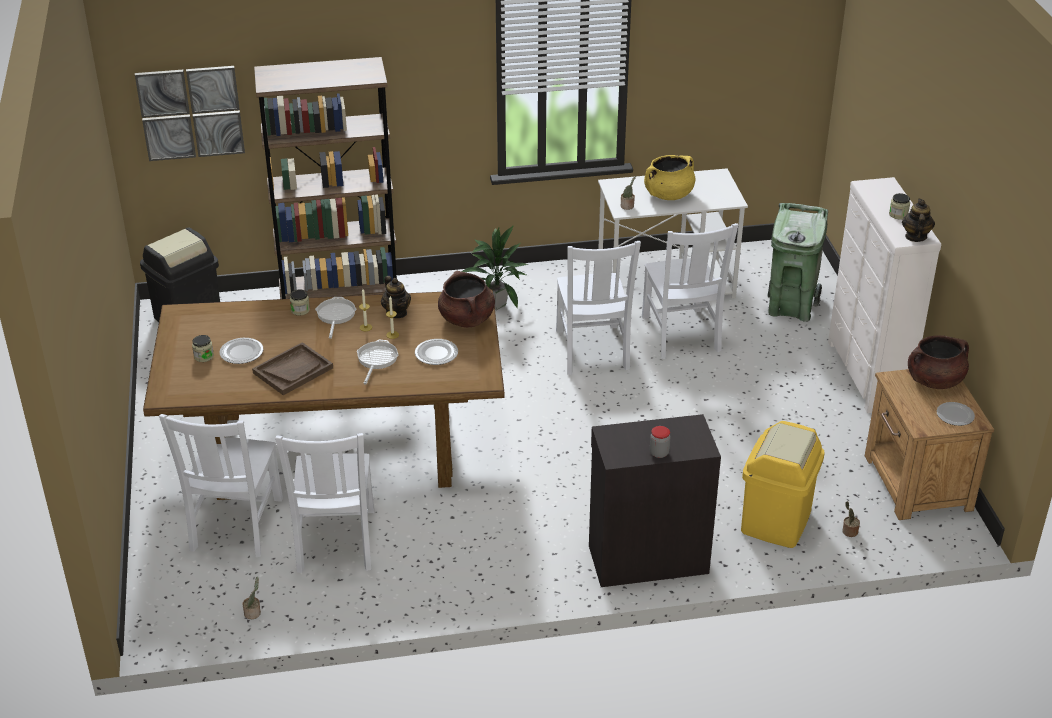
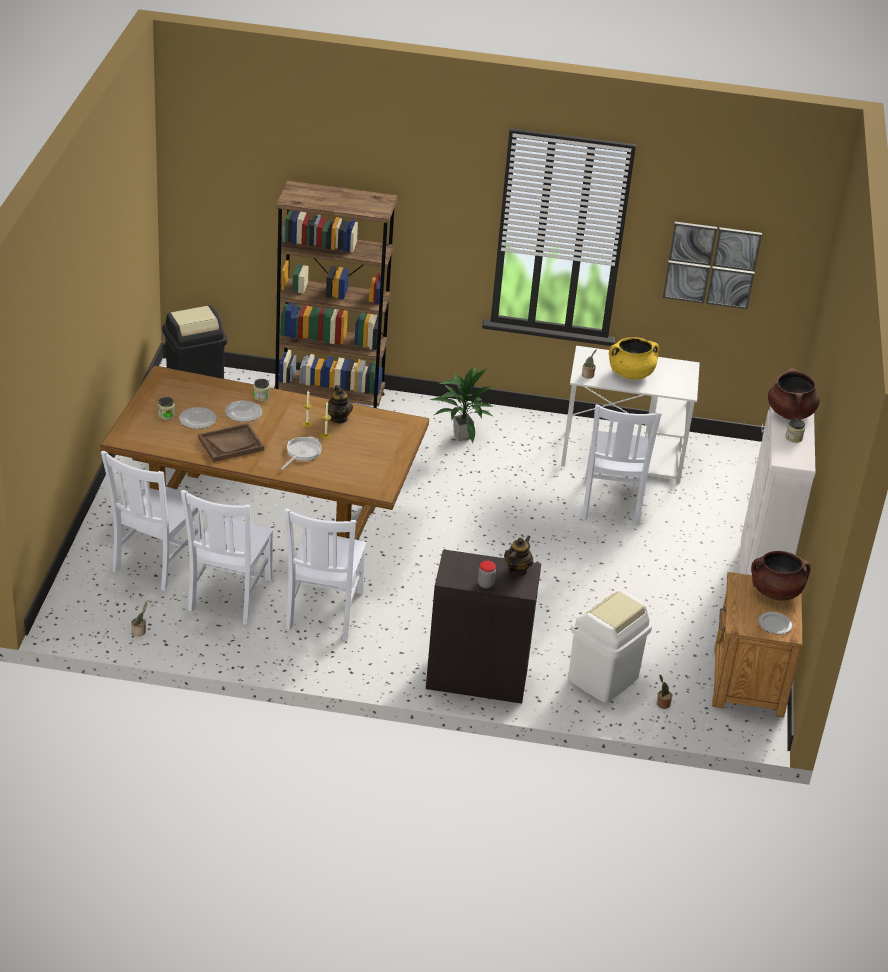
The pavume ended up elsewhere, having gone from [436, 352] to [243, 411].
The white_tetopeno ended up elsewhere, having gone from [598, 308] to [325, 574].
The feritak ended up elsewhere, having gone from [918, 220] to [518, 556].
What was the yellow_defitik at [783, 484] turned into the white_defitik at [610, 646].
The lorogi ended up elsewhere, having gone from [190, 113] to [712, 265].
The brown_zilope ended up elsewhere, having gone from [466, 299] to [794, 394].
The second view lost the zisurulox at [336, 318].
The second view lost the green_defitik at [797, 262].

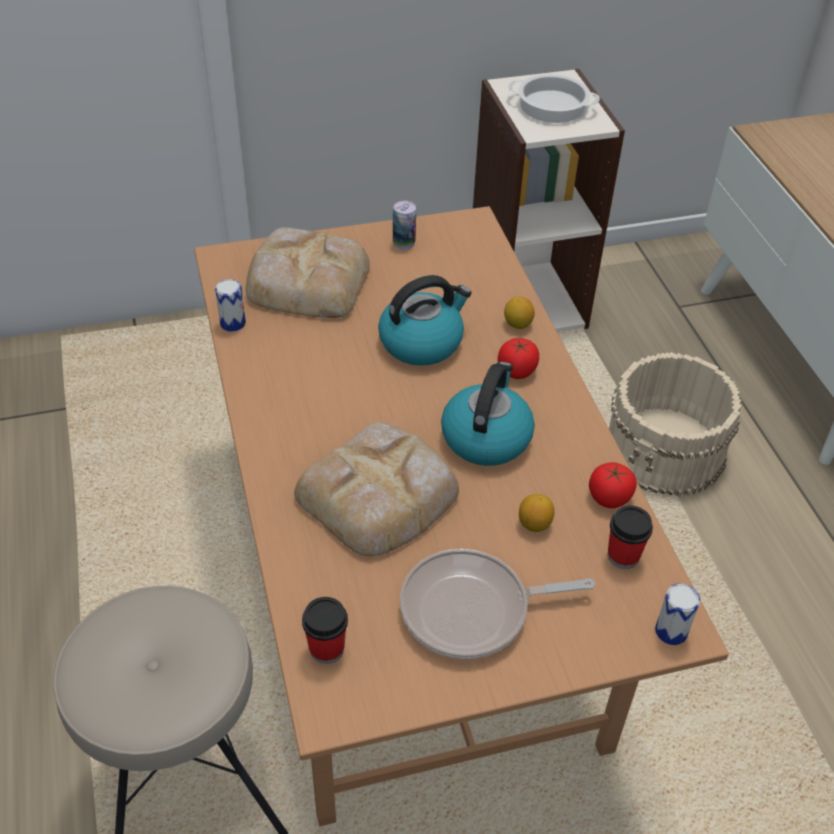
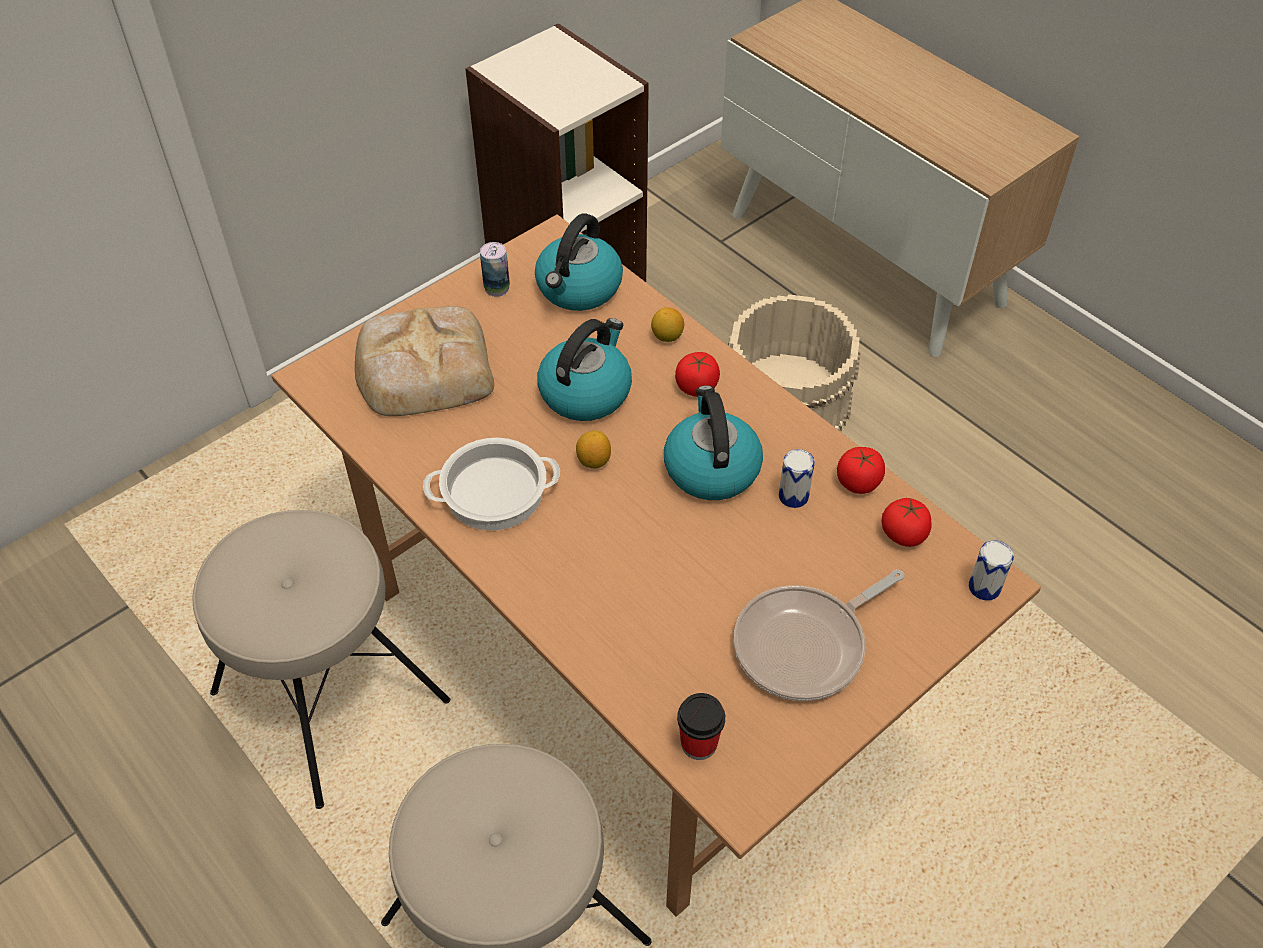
The second view gained the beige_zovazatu at [321, 659].
The zilope ended up elsewhere, having gone from [554, 98] to [491, 484].
The second view gained the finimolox at [579, 262].
The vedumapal ended up elsewhere, having gone from [537, 513] to [593, 450].
The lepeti ended up elsewhere, having gone from [230, 305] to [797, 478].
Where the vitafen stood at [630, 537], the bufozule came to stand at [906, 522].
The second view lost the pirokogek at [376, 489].

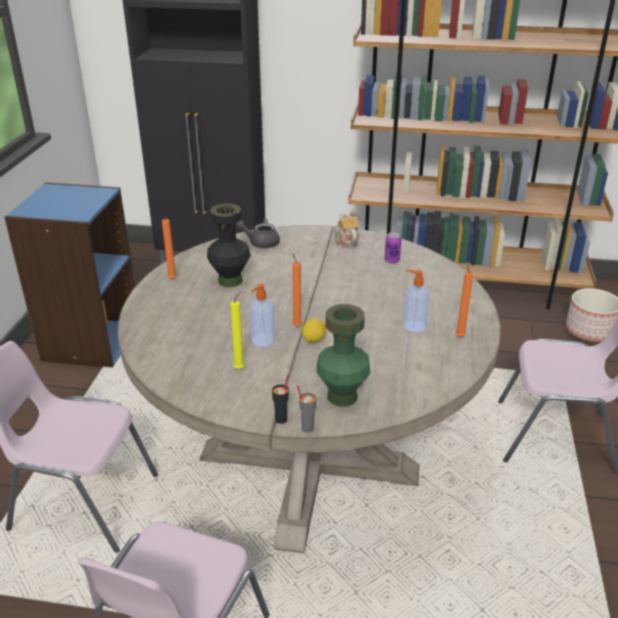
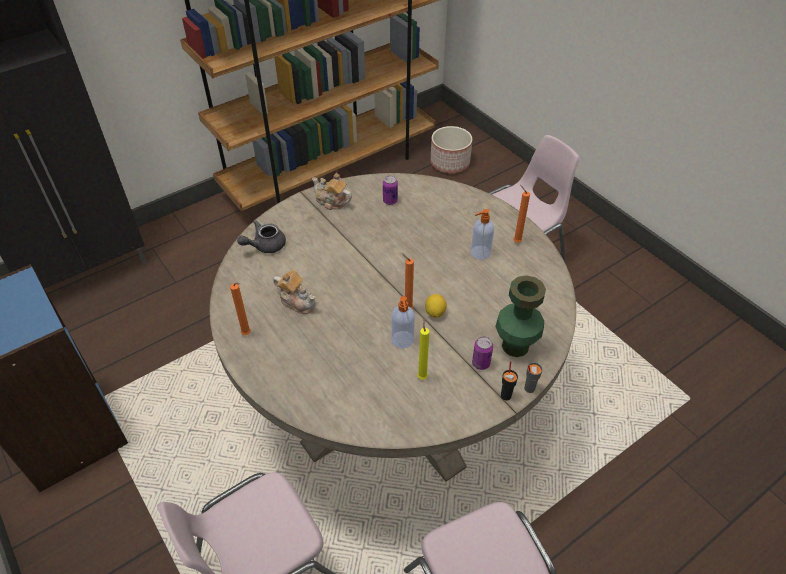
Where the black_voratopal stood at [229, 245], the feritak came to stand at [294, 292].
The second view gained the lepeti at [482, 353].

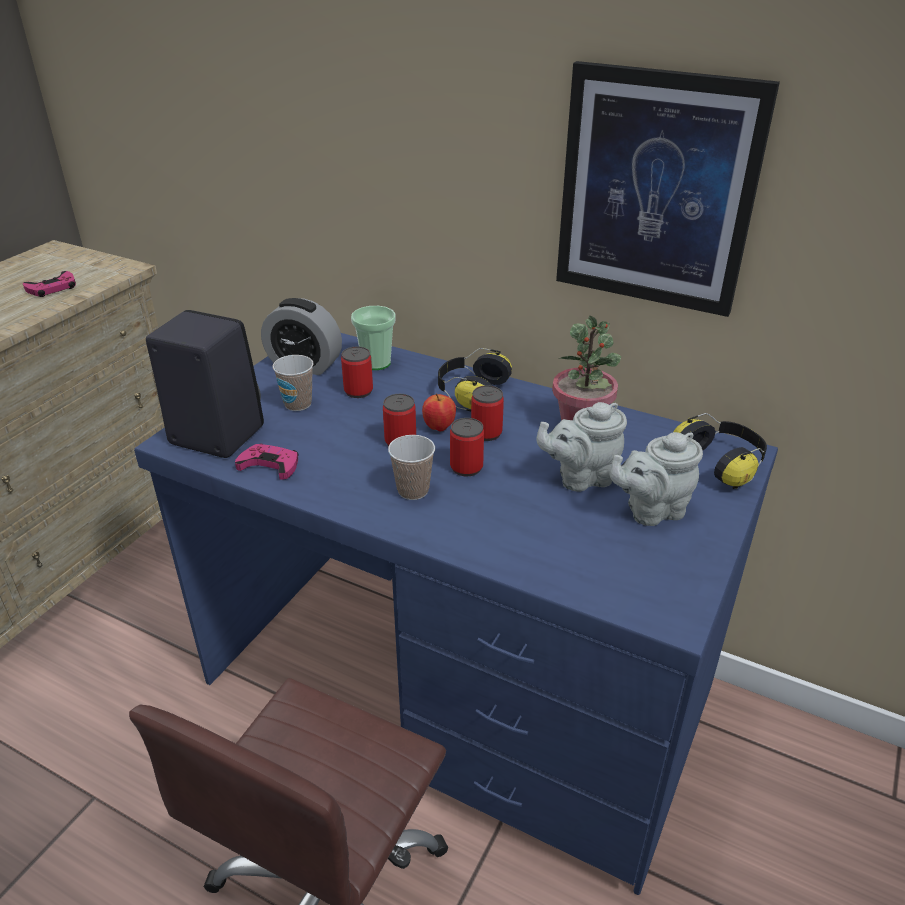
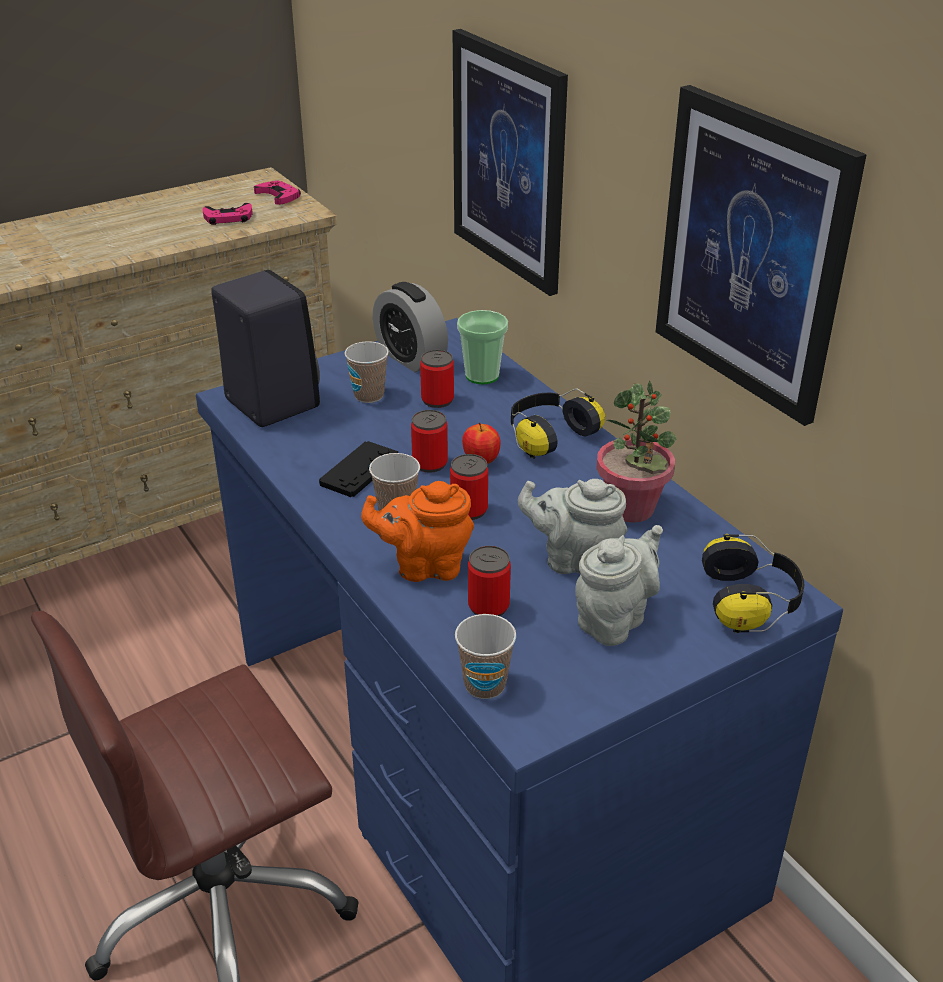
The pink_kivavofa ended up elsewhere, having gone from [267, 462] to [277, 193].
The second view gained the black_kivavofa at [358, 469].
The second view gained the orange_feritak at [417, 531].
The second view gained the lorogi at [510, 162].
The second view gained the vitafen at [485, 656].
The lepeti ended up elsewhere, having gone from [487, 413] to [489, 581].
The grey_feritak at [656, 479] ended up facing another way, 120 degrees clockwise from before.

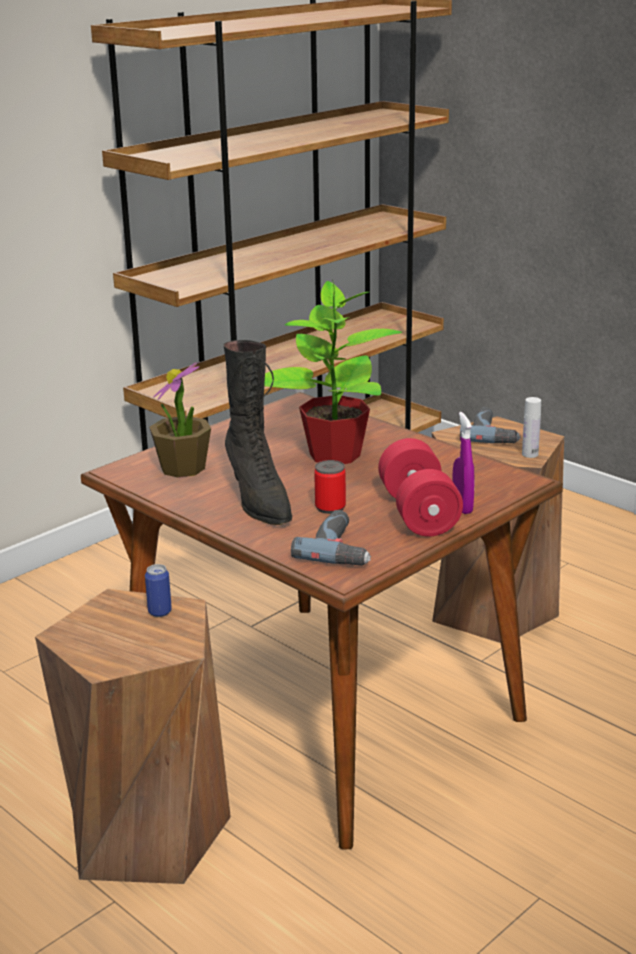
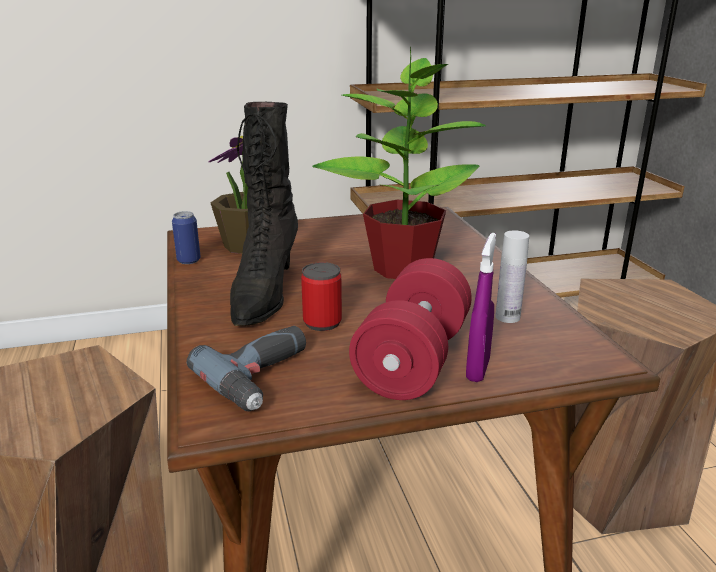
The lepeti ended up elsewhere, having gone from [158, 590] to [186, 237].
The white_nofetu ended up elsewhere, having gone from [531, 427] to [512, 276].
The second view lost the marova at [490, 425].

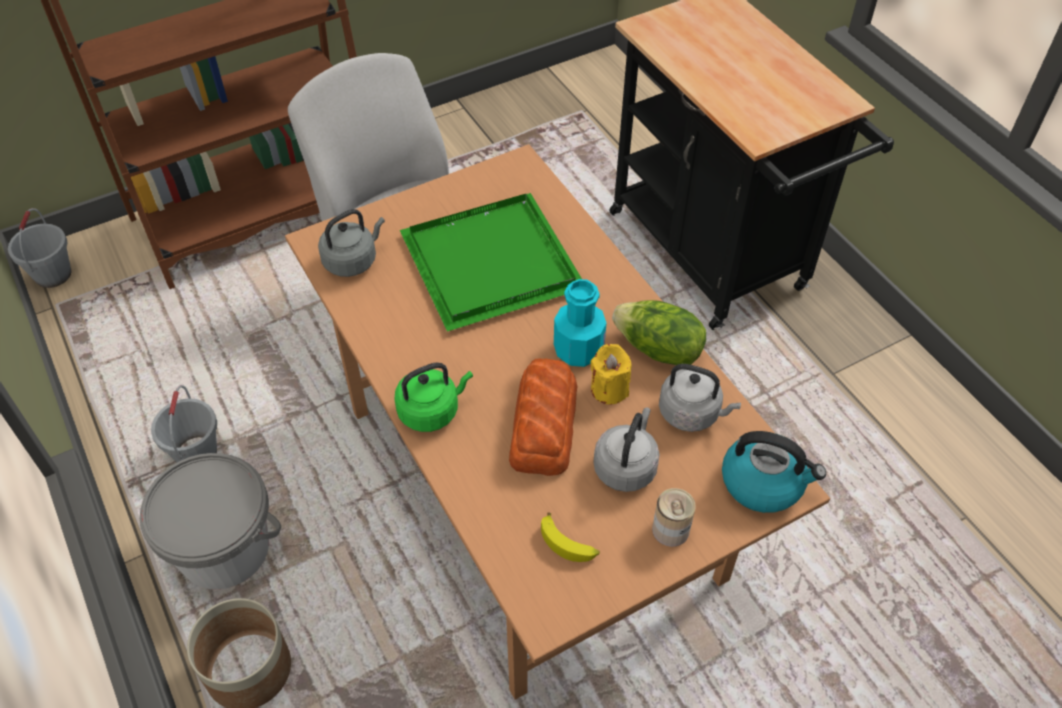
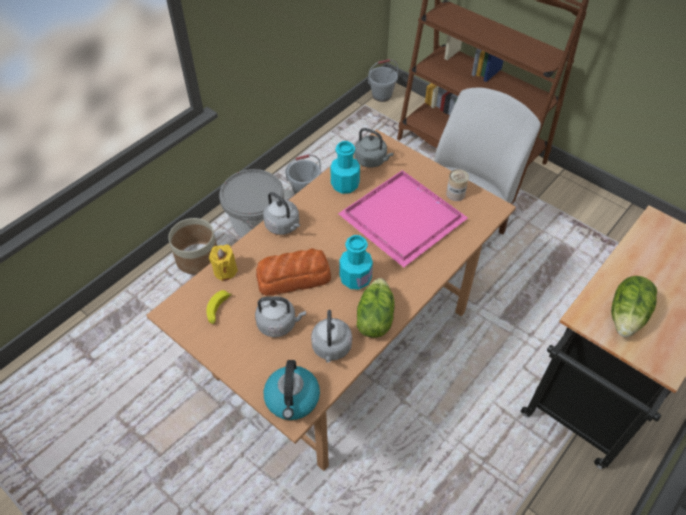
The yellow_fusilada ended up elsewhere, having gone from [611, 374] to [223, 262].
What was the green_finimolox at [434, 397] turned into the grey_finimolox at [281, 213].
The second view gained the turquoise_nofetu at [345, 167].
What was the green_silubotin at [491, 262] turned into the pink_silubotin at [403, 218].
The lepeti ended up elsewhere, having gone from [674, 517] to [457, 185].
The second view gained the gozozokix at [634, 306].

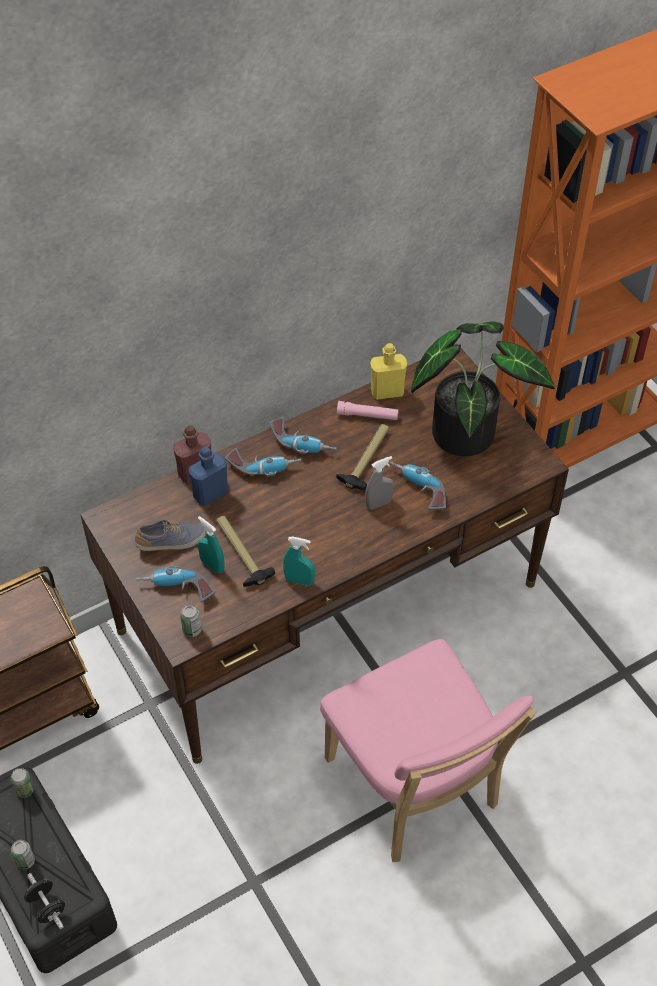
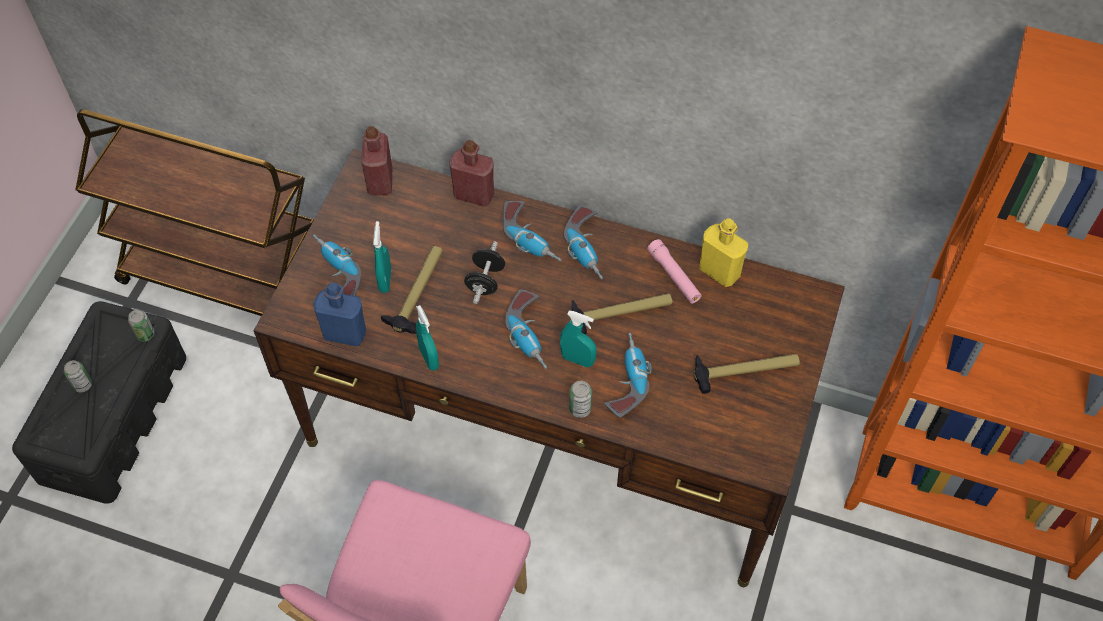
The blue_nofetu ended up elsewhere, having gone from [208, 476] to [339, 314].
The second view gained the red_nofetu at [377, 161].
The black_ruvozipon ended up elsewhere, having gone from [44, 901] to [484, 272].
The second view gained the marova at [526, 329].
What was the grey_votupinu at [379, 483] turned into the turquoise_votupinu at [578, 339].
The lepeti ended up elsewhere, having gone from [191, 620] to [580, 399].
Where the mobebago stood at [483, 388], the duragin came to stand at [746, 374].
The second view lost the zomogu at [170, 535].

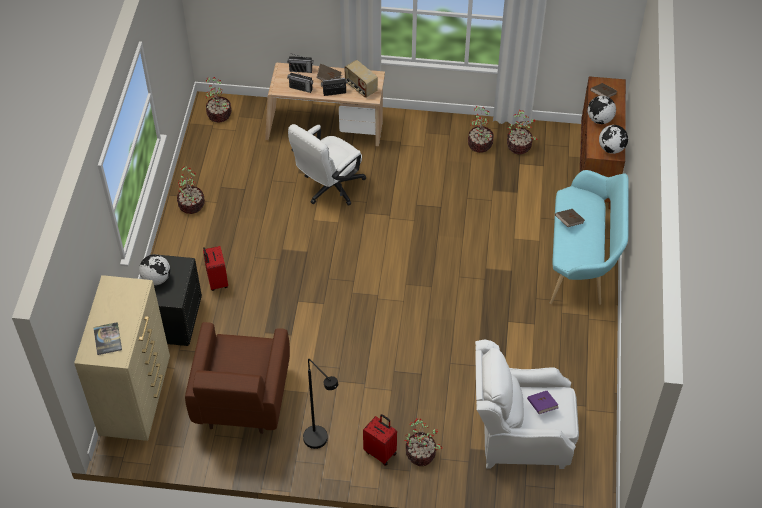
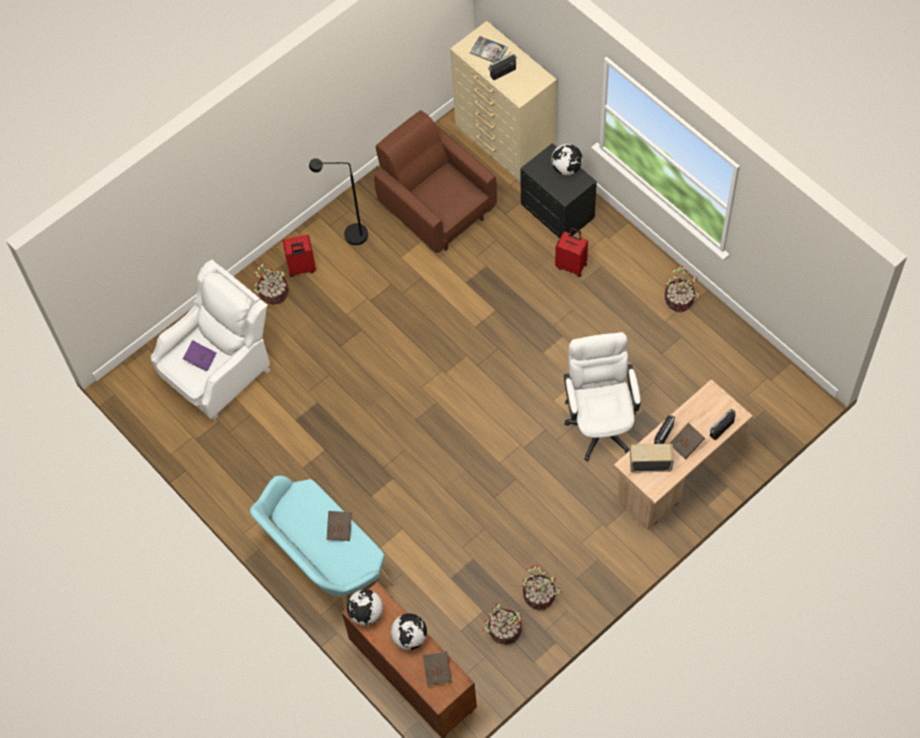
The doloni ended up elsewhere, having gone from [300, 81] to [502, 66].
The second view lost the mobebago at [219, 100].

